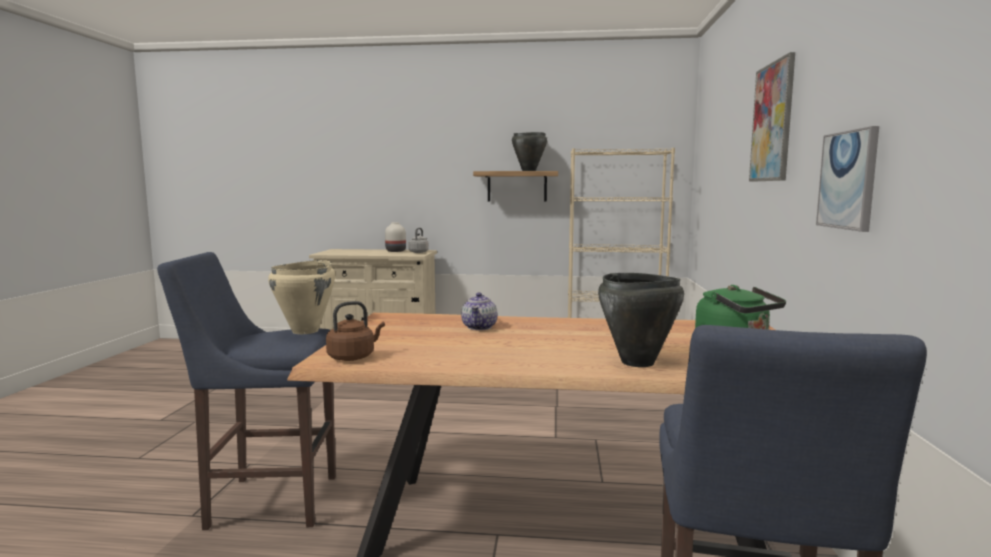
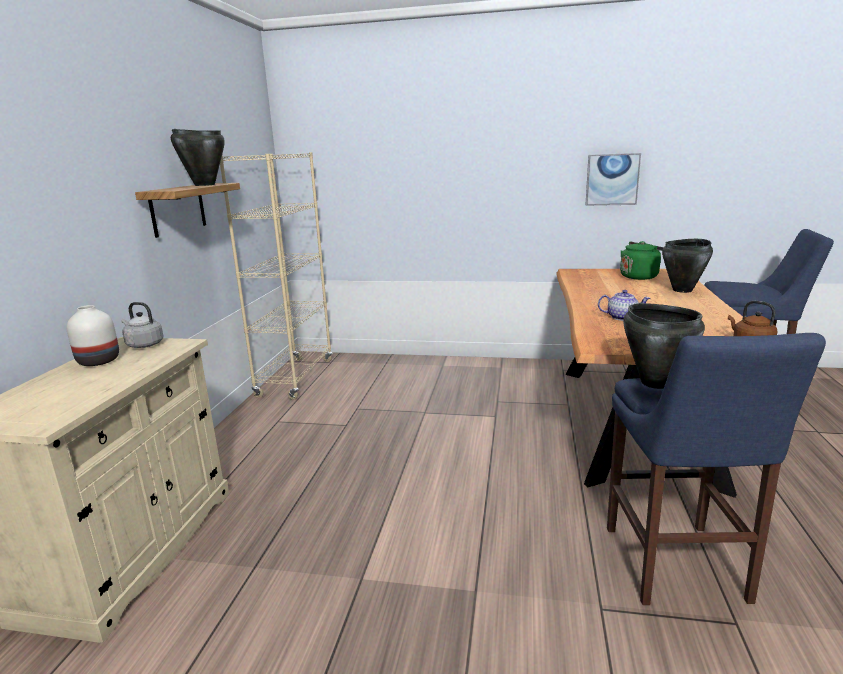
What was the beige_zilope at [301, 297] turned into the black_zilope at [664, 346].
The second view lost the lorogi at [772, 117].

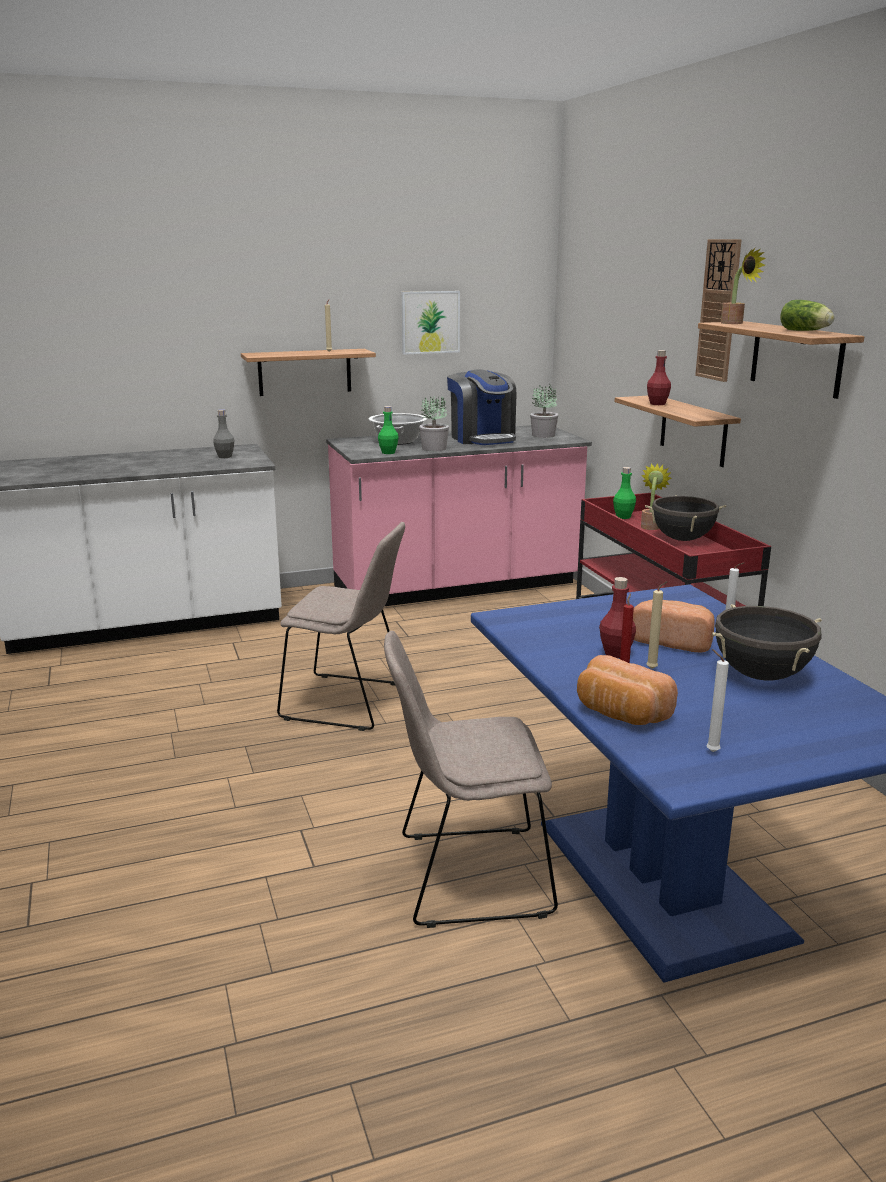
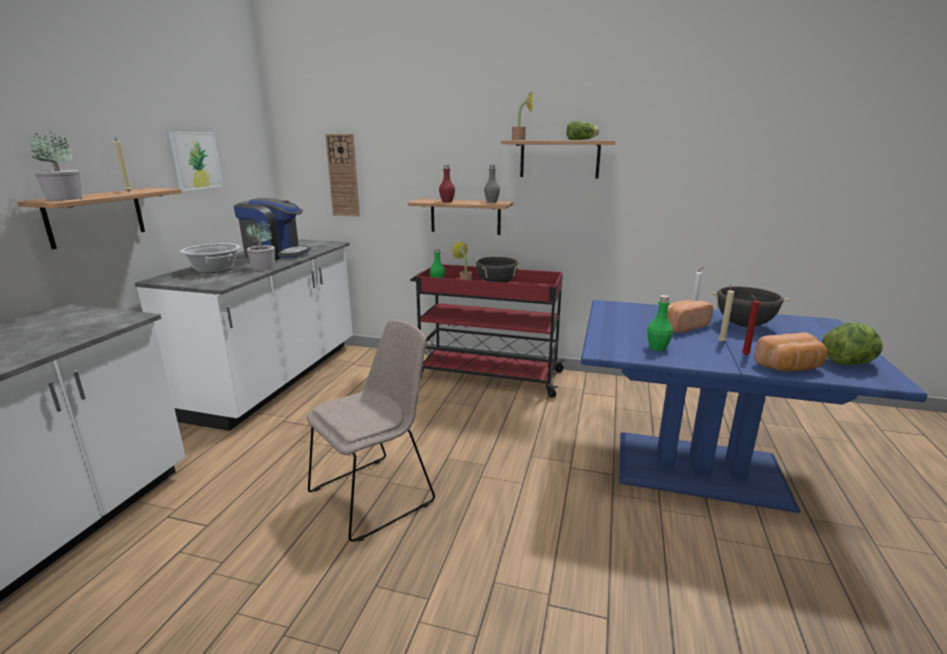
The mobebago ended up elsewhere, having gone from [544, 410] to [56, 166].
What was the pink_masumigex at [459, 515] turned into the white_masumigex at [244, 335].
The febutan ended up elsewhere, having gone from [718, 310] to [342, 175].
The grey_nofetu ended up elsewhere, having gone from [223, 433] to [492, 184].
The green_nofetu ended up elsewhere, having gone from [388, 430] to [660, 323].
Where the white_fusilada stood at [717, 700], the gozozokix came to stand at [852, 344].
The second view lost the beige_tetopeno at [471, 779].
The second view lost the red_nofetu at [617, 617].

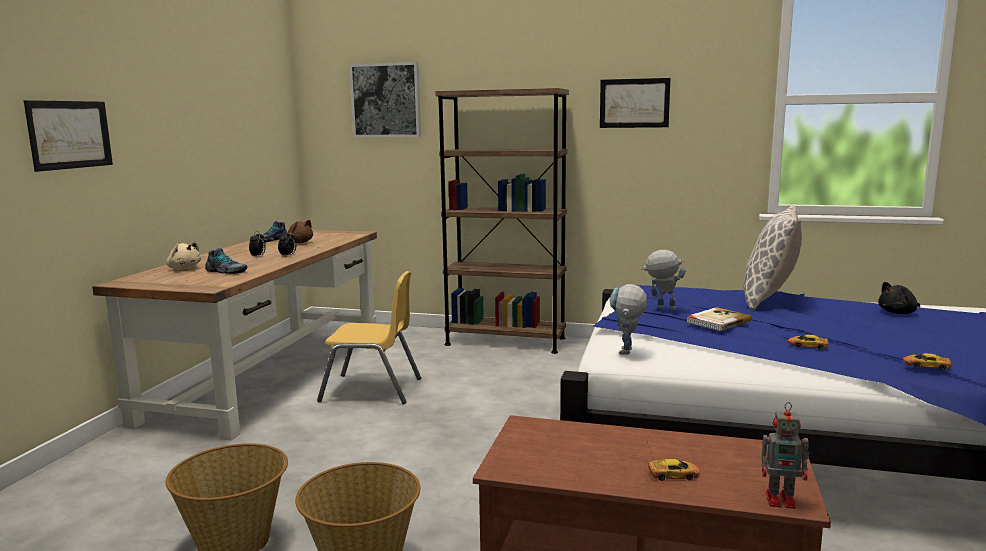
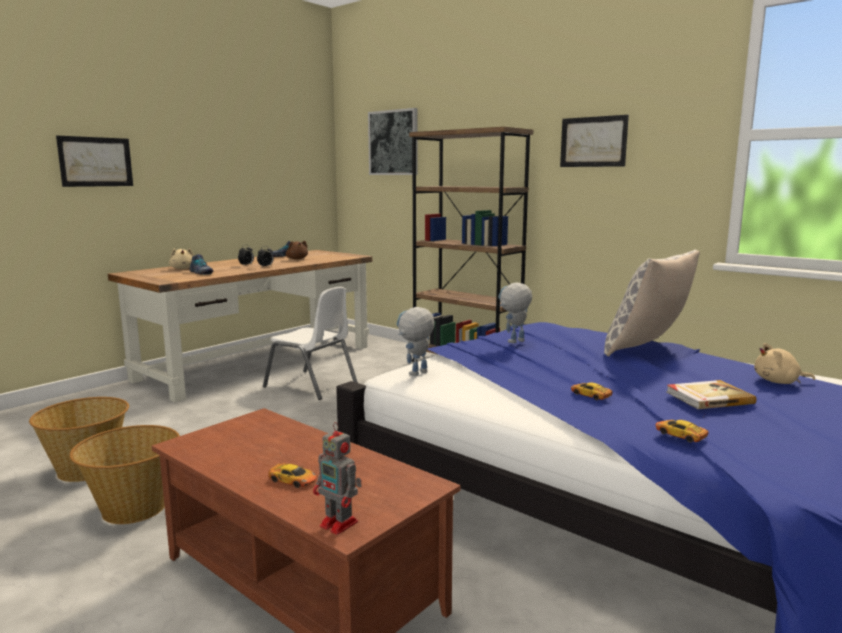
What was the yellow_tetopeno at [369, 337] turned into the white_tetopeno at [310, 343].
The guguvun at [663, 280] ended up facing another way, 75 degrees counterclockwise from before.
The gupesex ended up elsewhere, having gone from [719, 319] to [711, 394].
What was the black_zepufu at [899, 298] turned into the beige_zepufu at [784, 363].

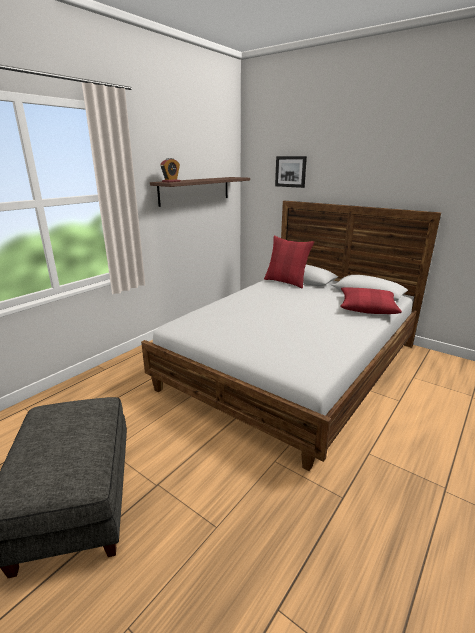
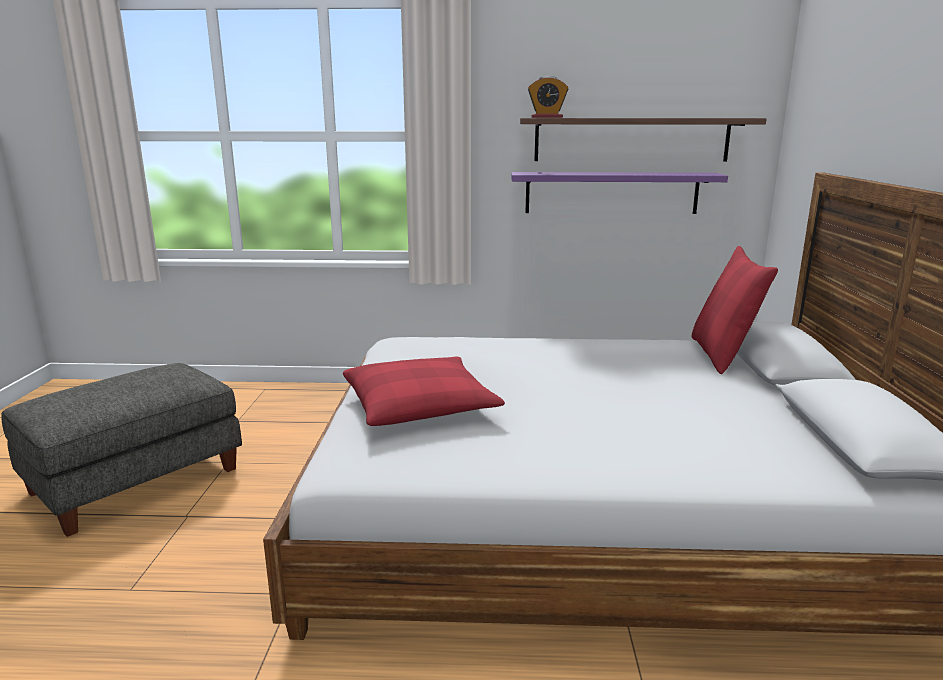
The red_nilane ended up elsewhere, having gone from [371, 300] to [424, 391].
The second view gained the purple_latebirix at [619, 193].
The second view lost the lorogi at [291, 172].

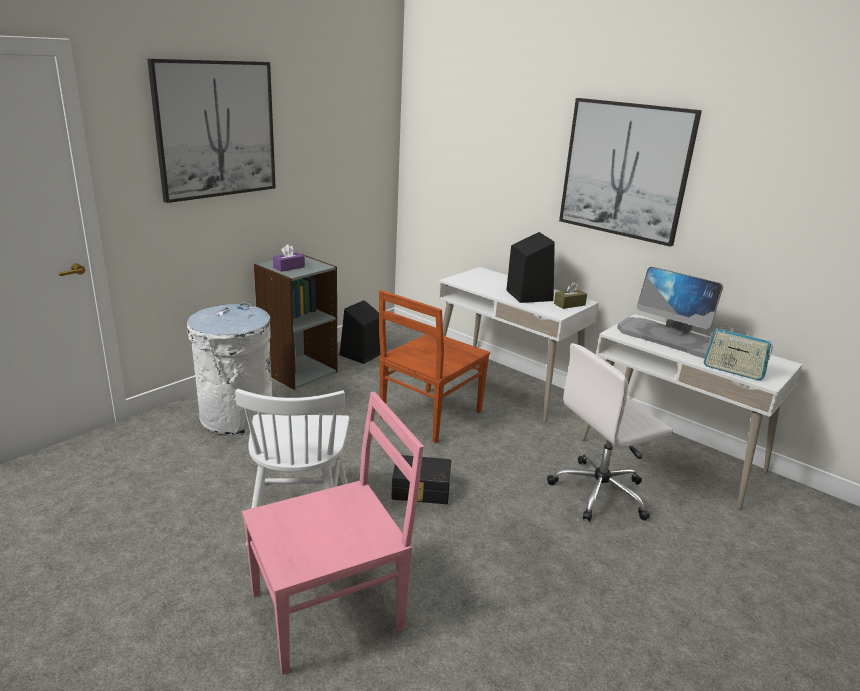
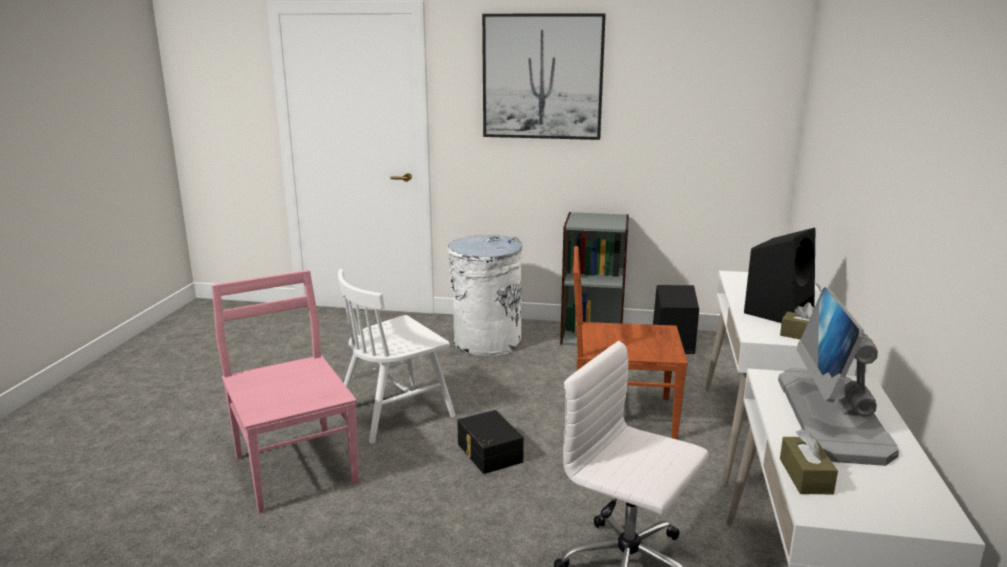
The pink_tetopeno at [333, 533] ended up facing another way, 150 degrees counterclockwise from before.
Where the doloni stood at [738, 352], the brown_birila came to stand at [809, 462].
The second view lost the purple_birila at [289, 258].
The second view lost the lorogi at [630, 172].

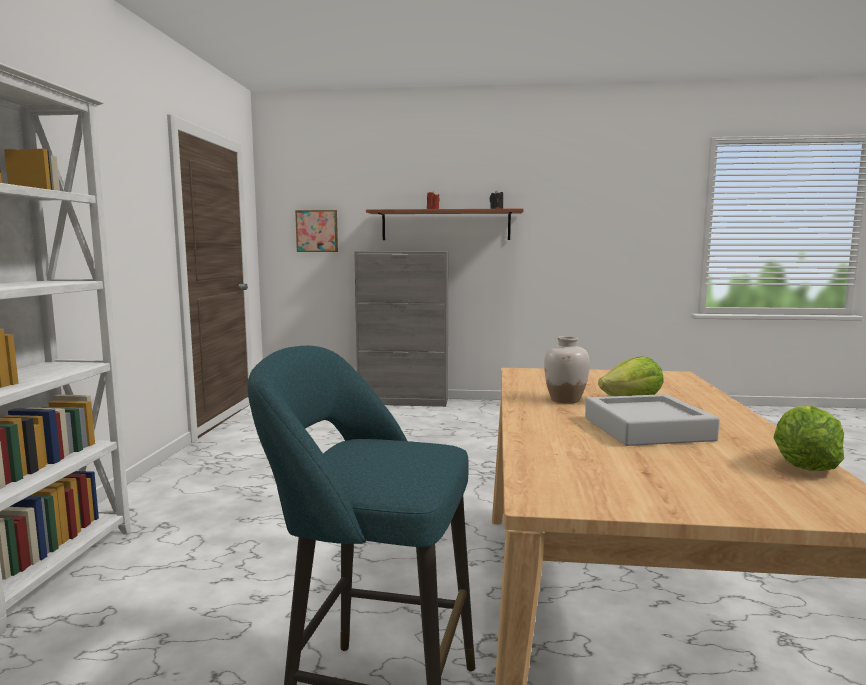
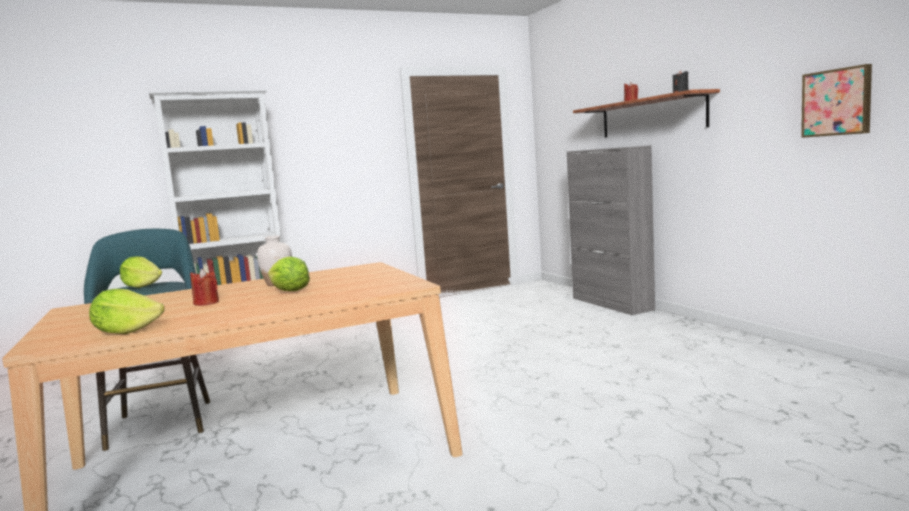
The second view gained the gozozokix at [141, 272].
Where the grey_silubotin stood at [652, 420], the red_fusilada came to stand at [204, 287].
The lorogi ended up elsewhere, having gone from [316, 231] to [836, 101].

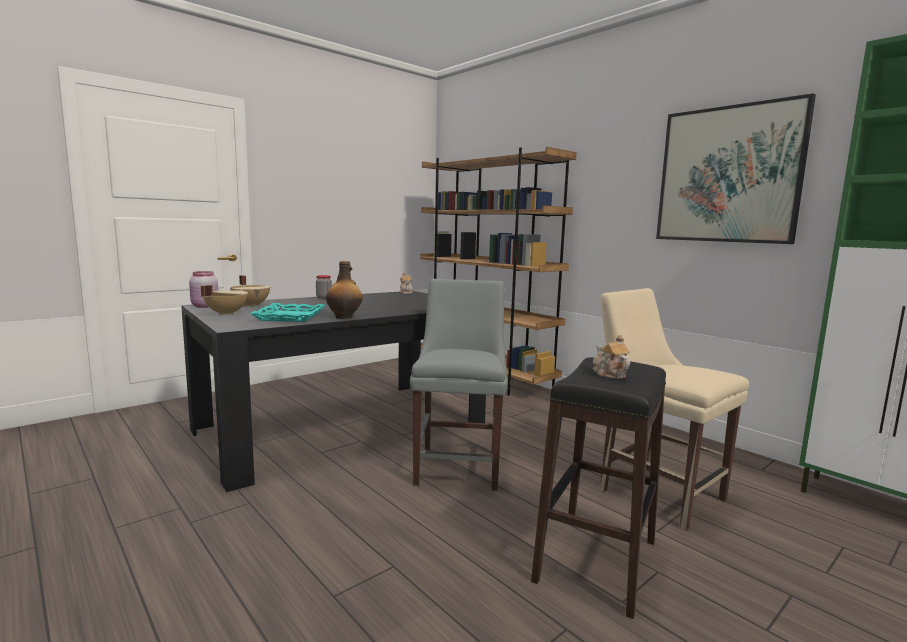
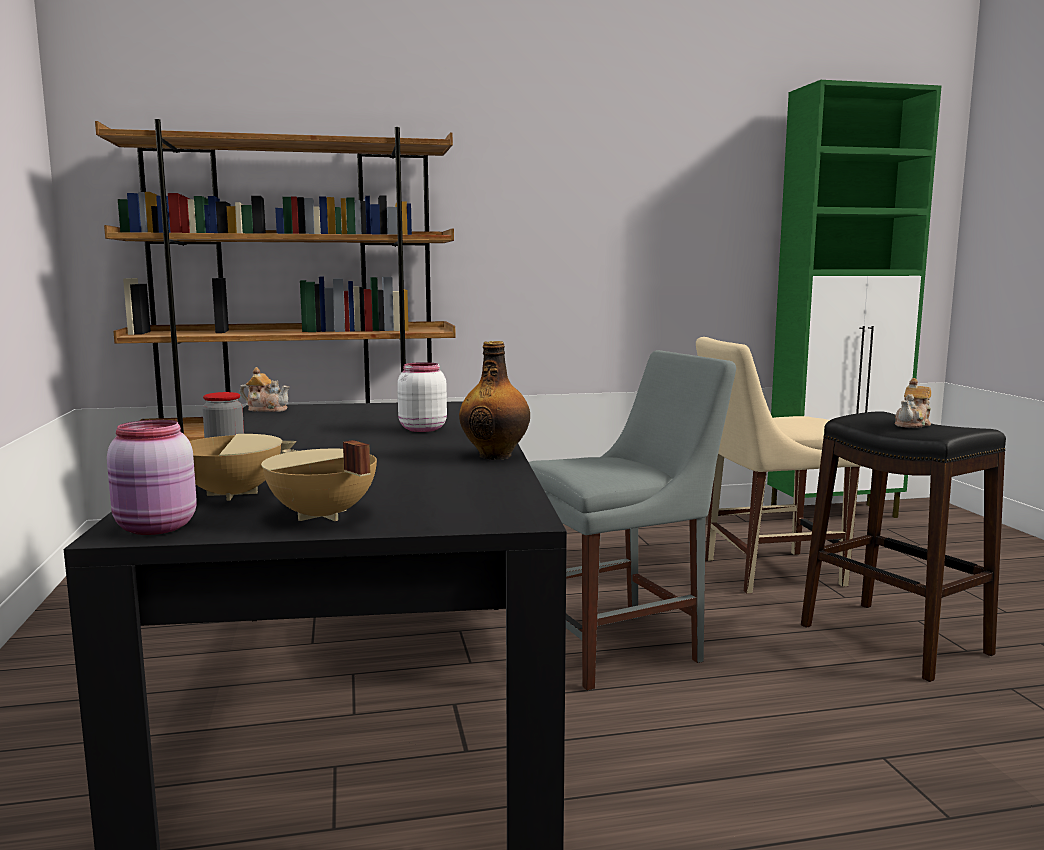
The second view gained the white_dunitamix at [422, 397].
The grey_tetopeno at [458, 385] ended up facing another way, 120 degrees clockwise from before.
The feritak at [611, 357] ended up facing another way, 60 degrees counterclockwise from before.
The second view lost the turquoise_silubotin at [287, 312].
The second view lost the lorogi at [736, 168].

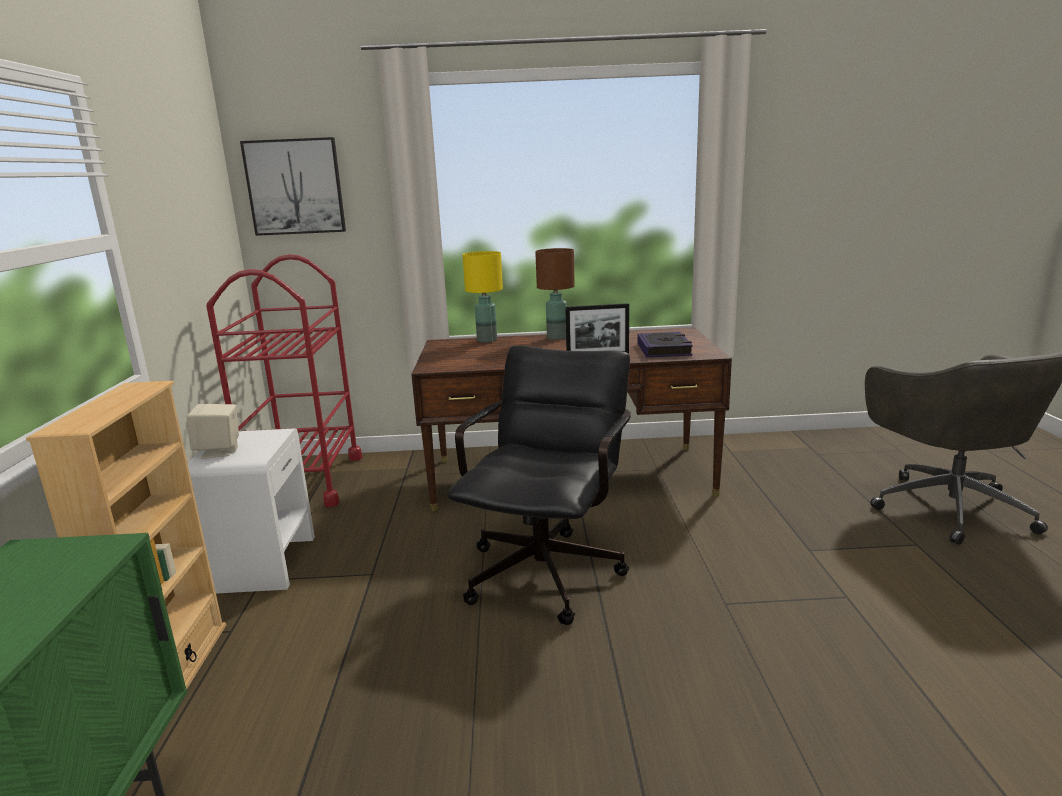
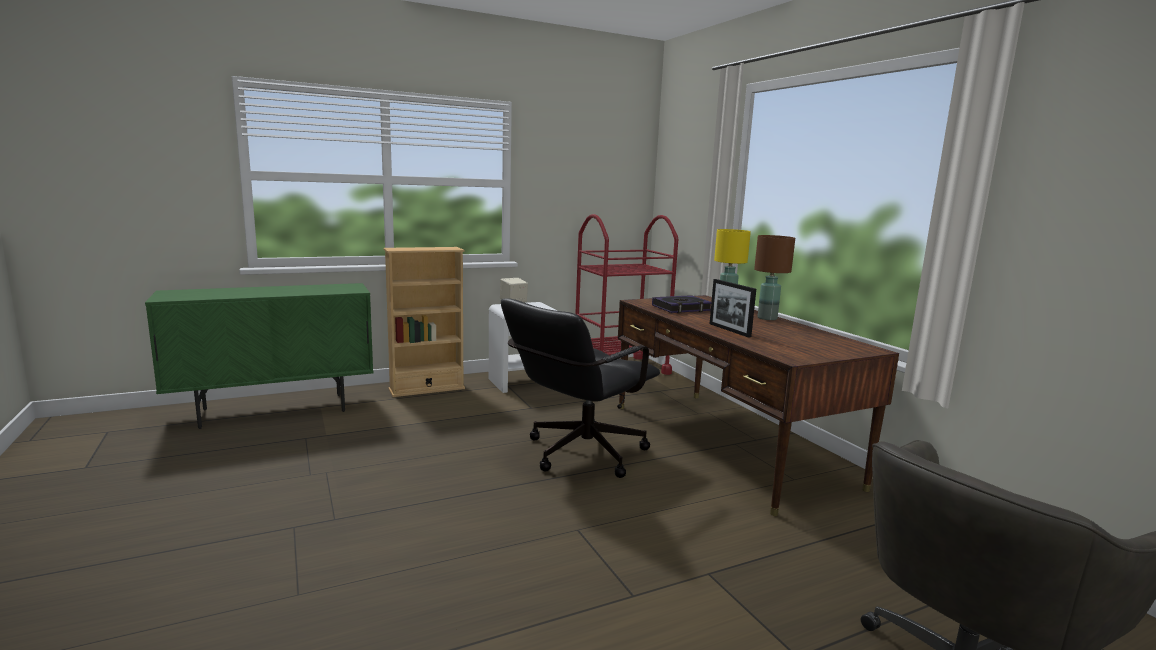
The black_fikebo at [539, 485] ended up facing another way, 135 degrees clockwise from before.
The gupesex ended up elsewhere, having gone from [665, 344] to [681, 304].
The second view lost the lorogi at [293, 186].

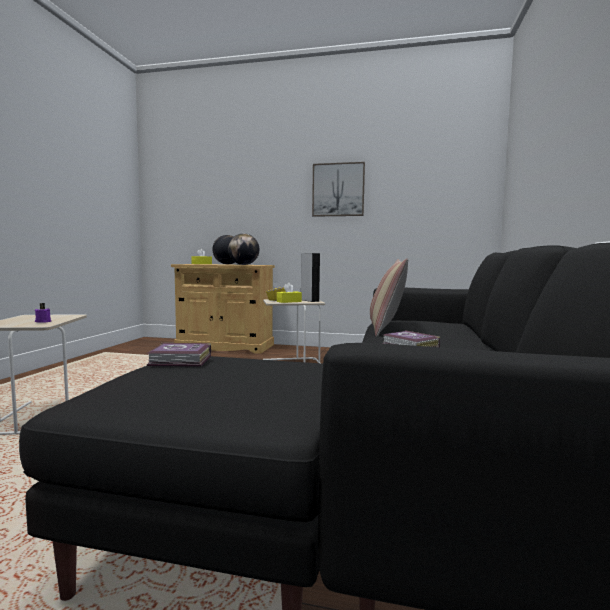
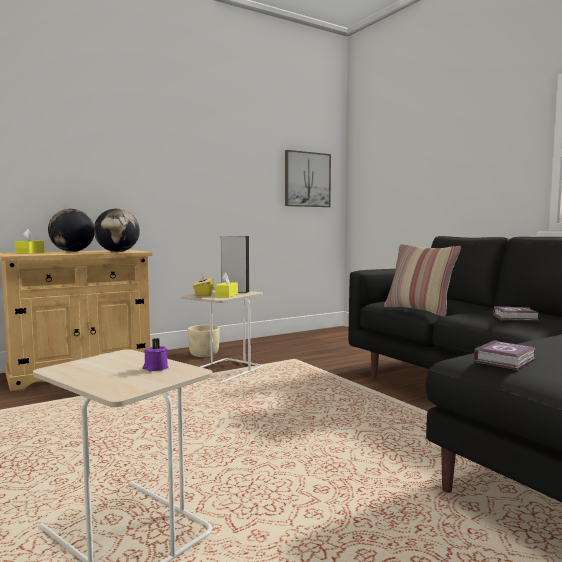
The second view gained the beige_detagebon at [204, 341].
The lorogi ended up elsewhere, having gone from [338, 189] to [308, 178].

